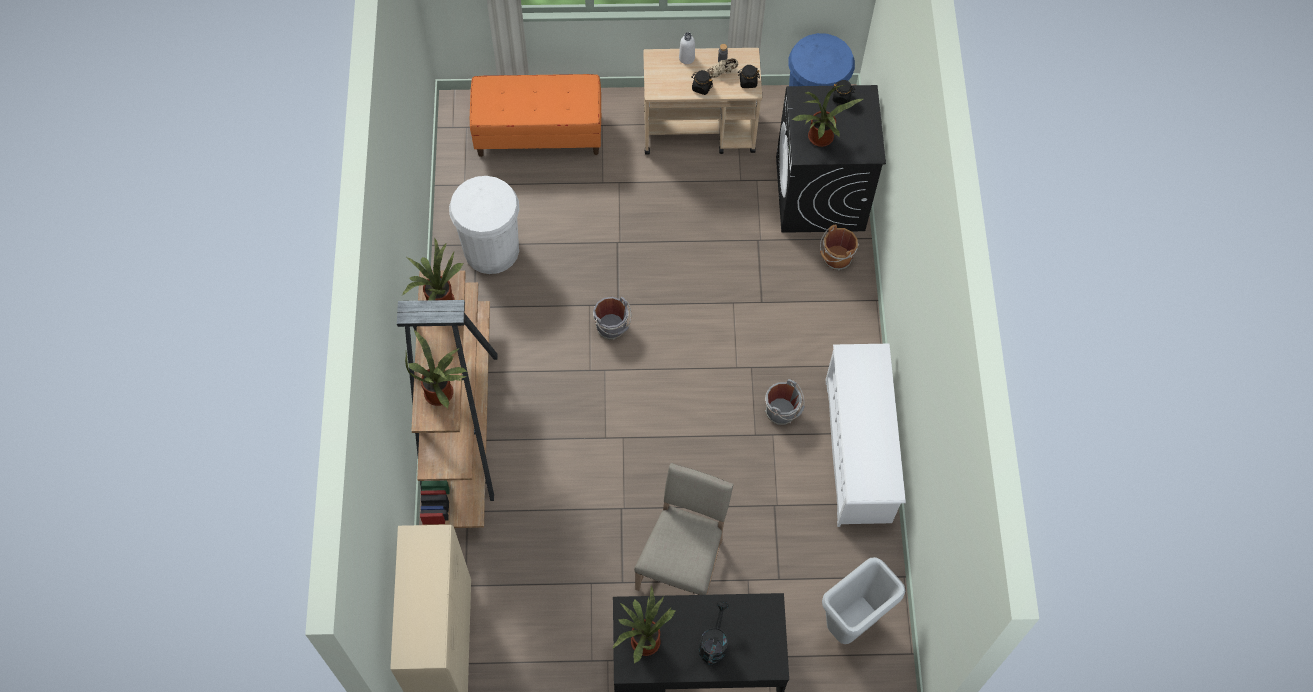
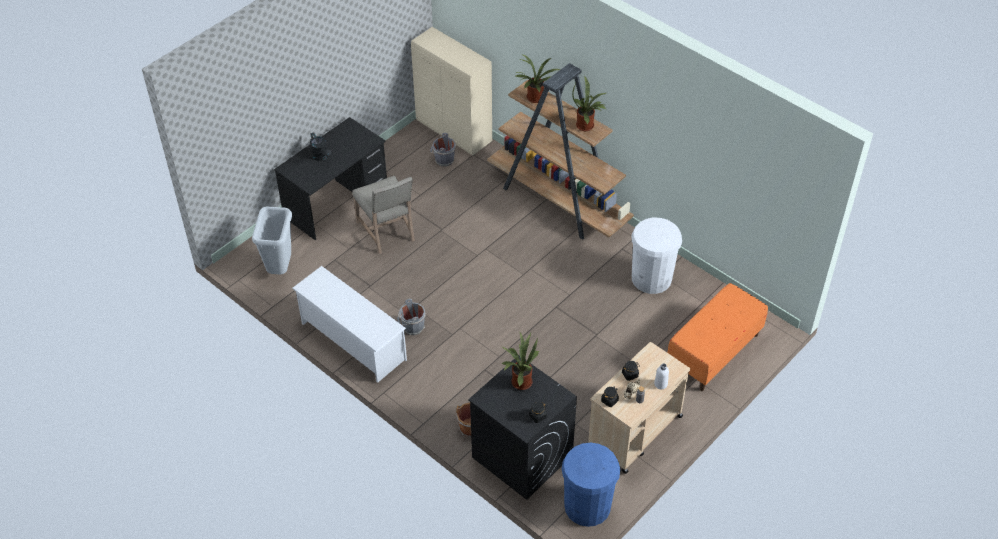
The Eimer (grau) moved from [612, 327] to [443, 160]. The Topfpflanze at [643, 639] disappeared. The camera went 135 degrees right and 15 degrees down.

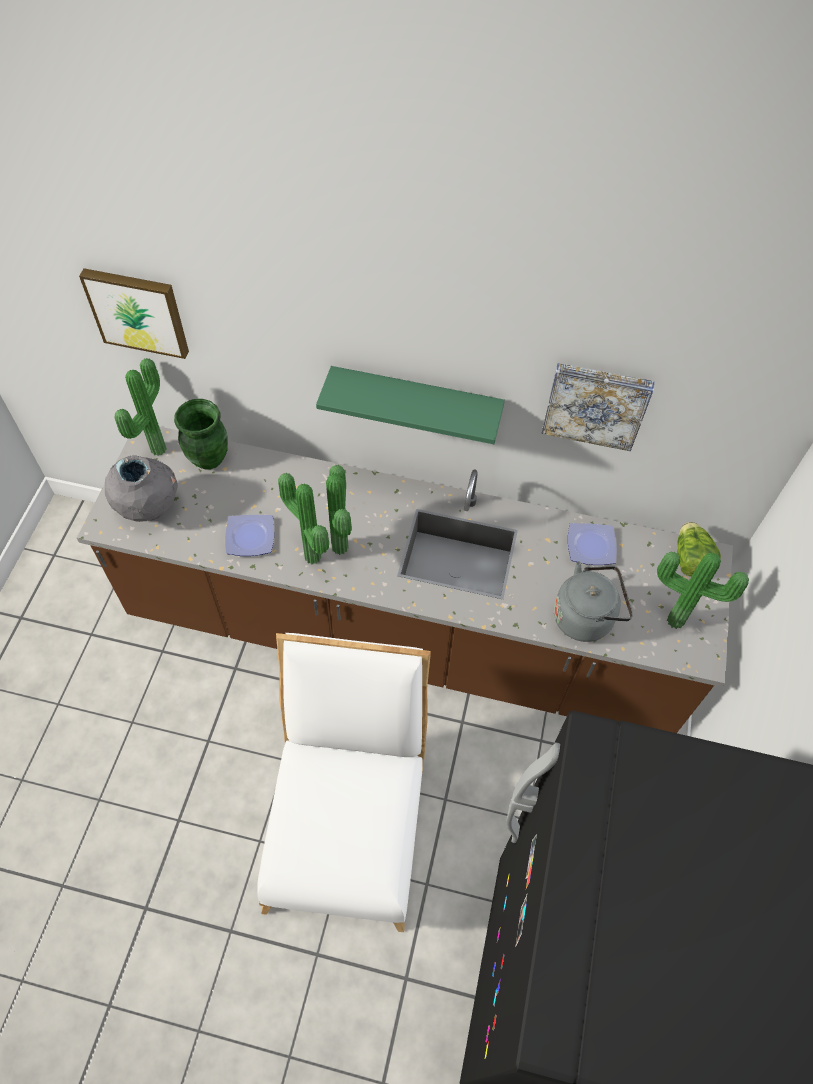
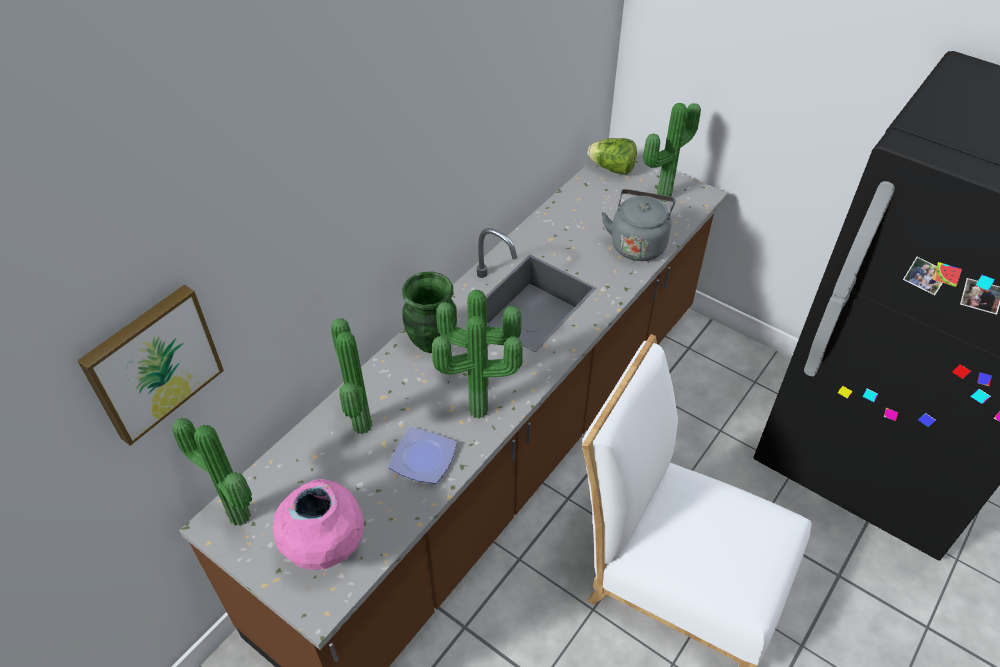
The Bild at [596, 404] disappeared. The Wandregal (grün) at [416, 402] disappeared. The Vase (grün) moved from [209, 458] to [431, 341]. The Vase (grau) at [150, 509] became the Vase (rosa) at [326, 548]. The Teller at [592, 545] disappeared. The Topfpflanze at [358, 427] appeared. The camera went 65 degrees left and 10 degrees down.

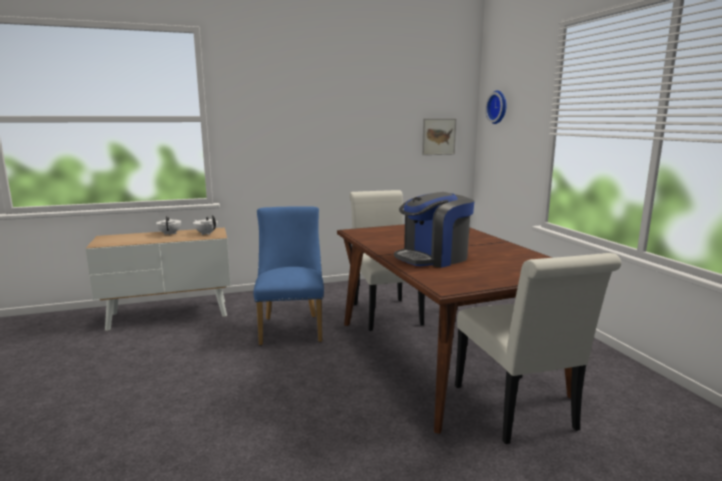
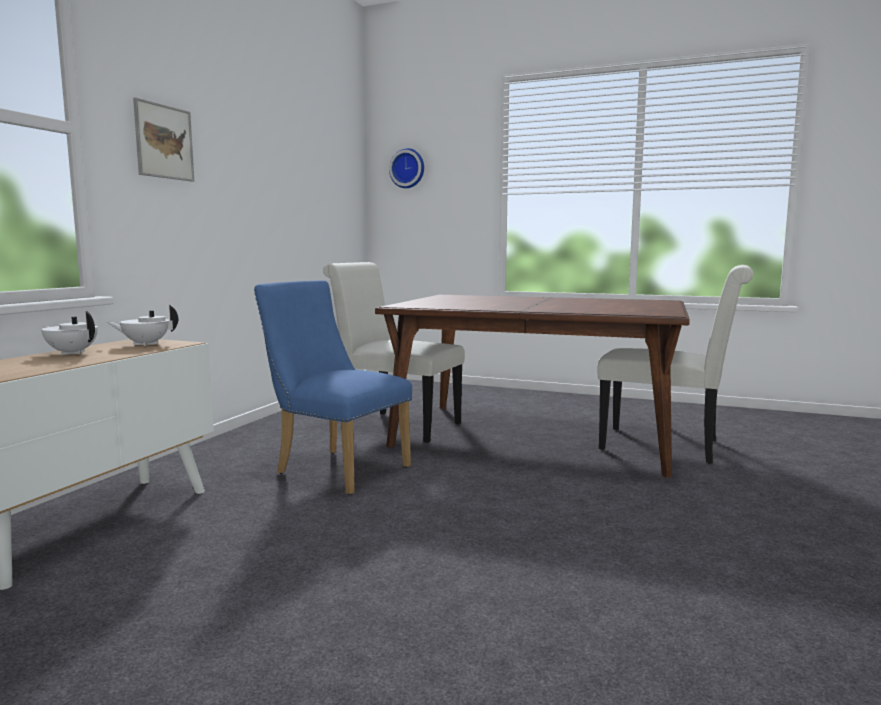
The Bild moved from [438, 136] to [164, 142]. The Kaffeemaschine at [433, 258] disappeared. The camera went 50 degrees left and 5 degrees down.

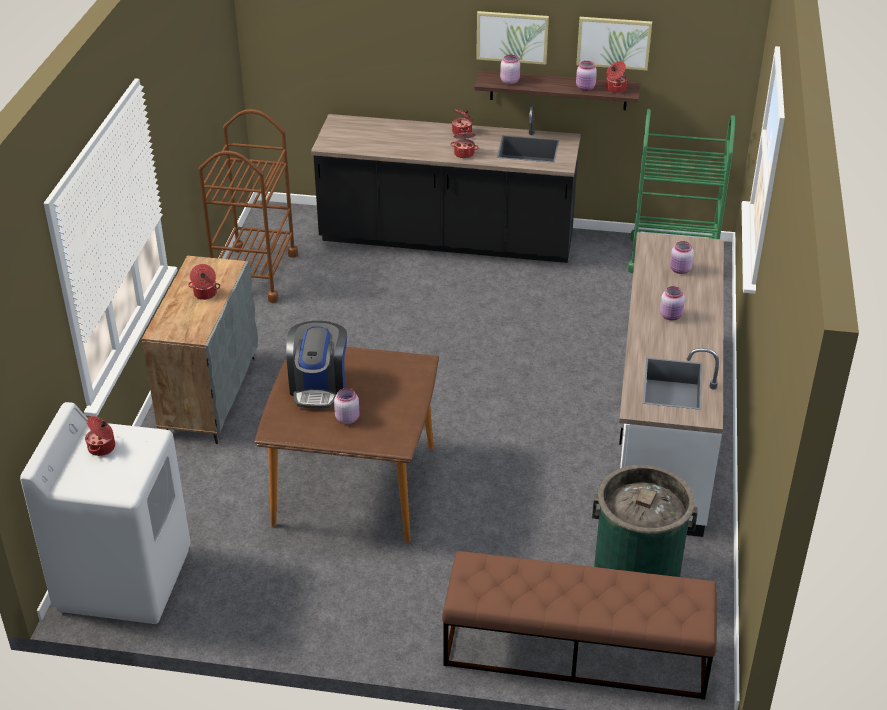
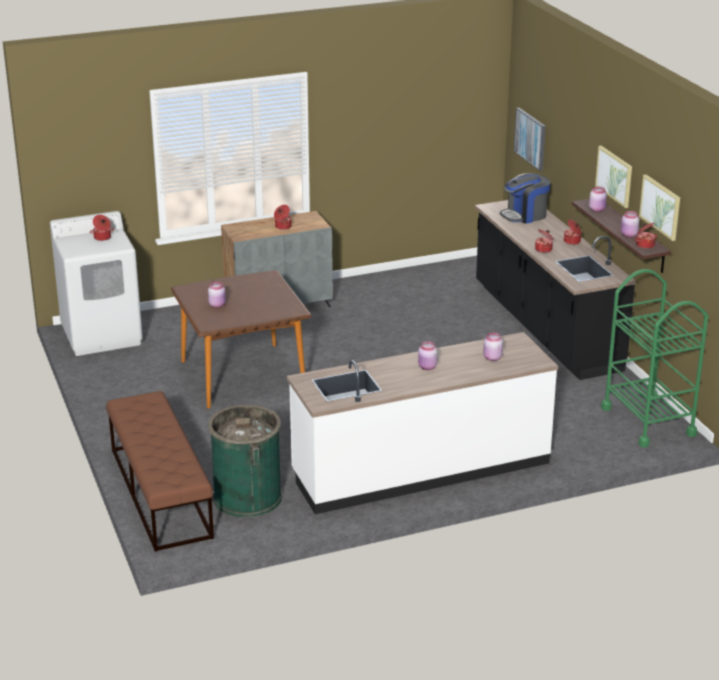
The Rollwagen (braun) at [255, 274] disappeared. The Kaffeemaschine moved from [319, 386] to [525, 215]. The Bild at [531, 138] appeared. The camera went 60 degrees right and 10 degrees down.

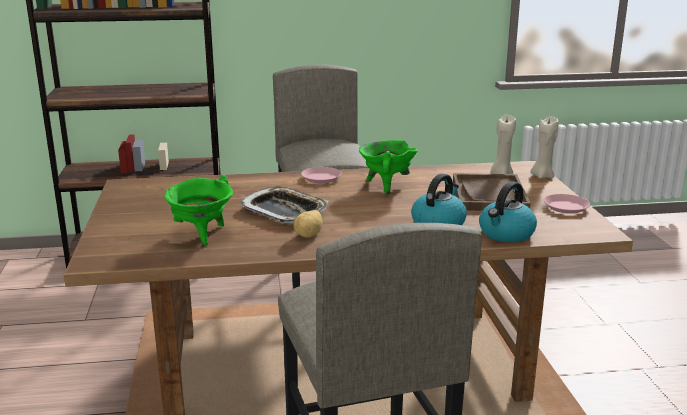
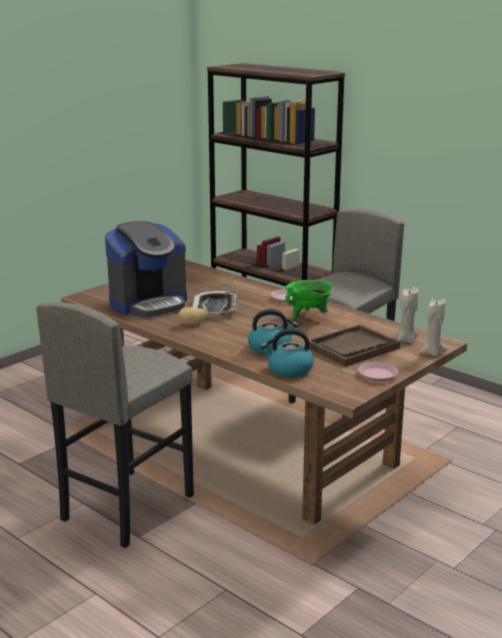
The Kochtopf (grün) at [201, 235] was replaced by the Kaffeemaschine at [149, 303]. The camera went 50 degrees right and 0 degrees up.

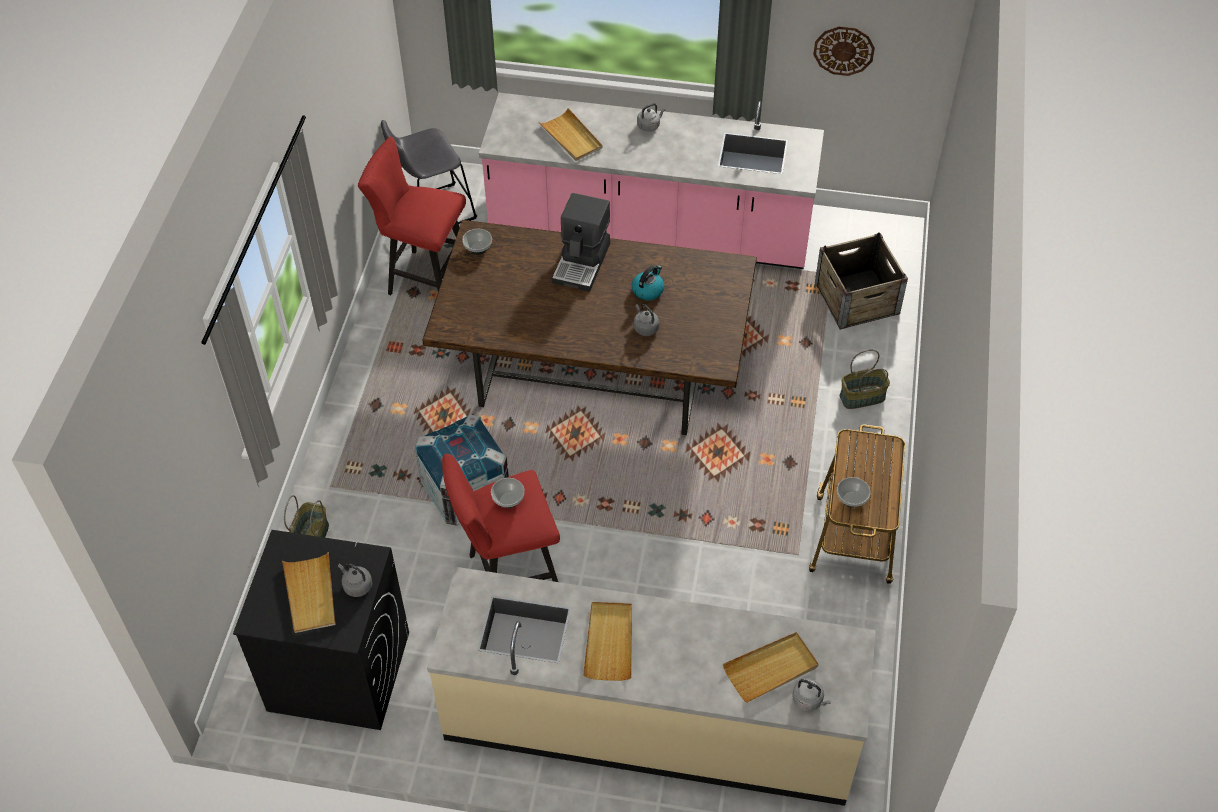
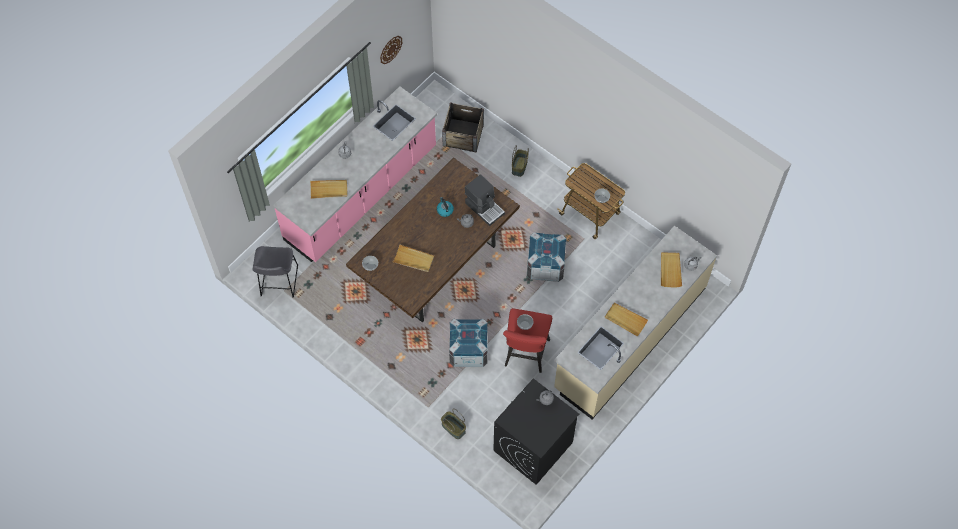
The Hocker (rot) at [424, 278] disappeared. The Kaffeemaschine moved from [582, 263] to [485, 207]. The Tablett (beige) moved from [311, 595] to [413, 259]. The Kiste at [545, 266] appeared. The camera went 60 degrees left and 10 degrees up.

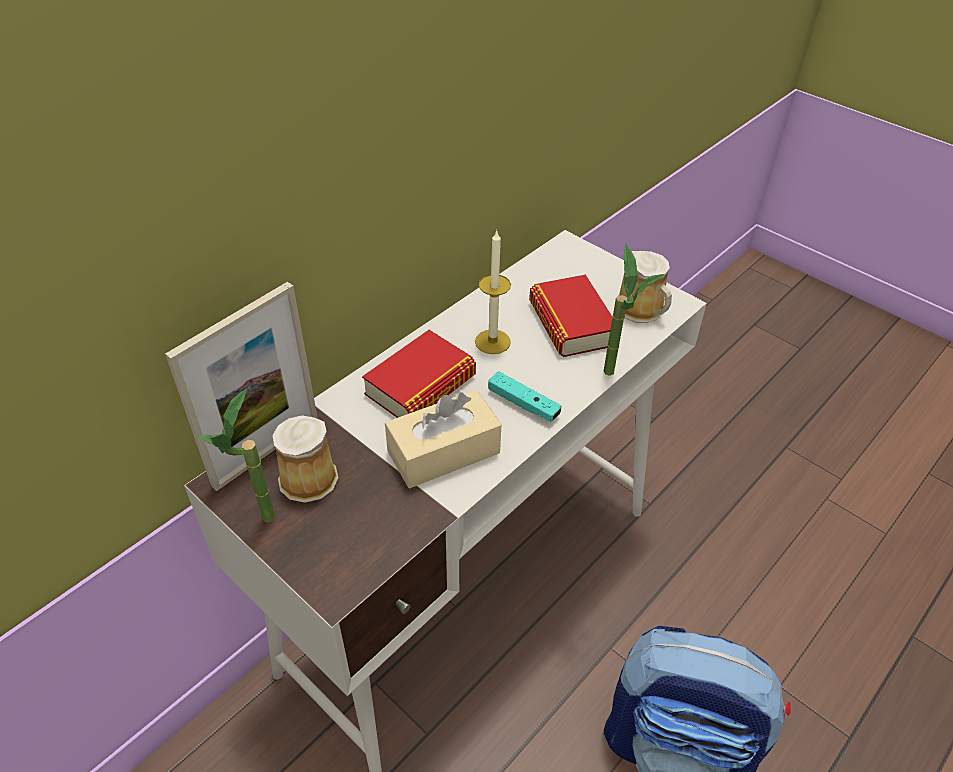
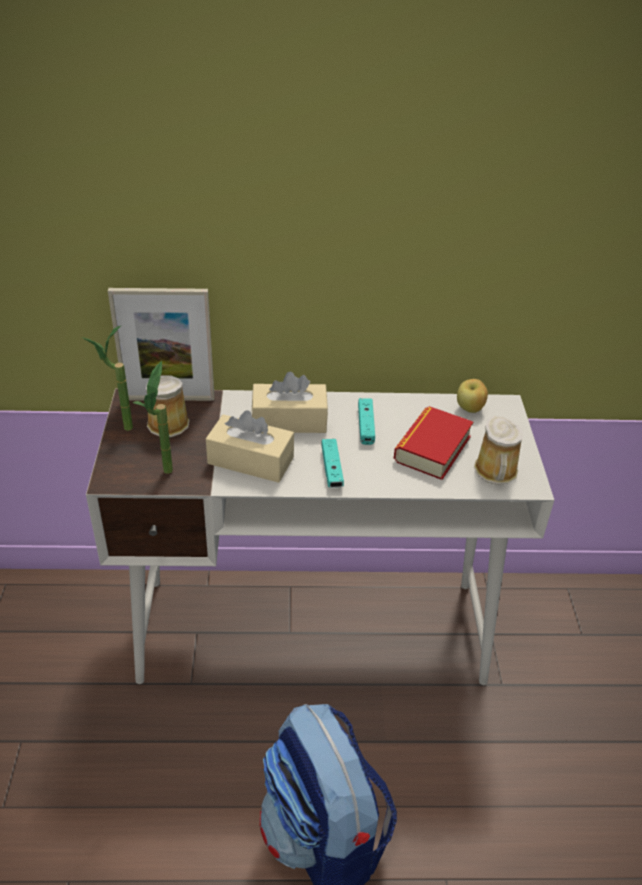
The Kerze at [492, 342] was replaced by the Gamepad (türkis) at [366, 426]. The Topfpflanze moved from [616, 378] to [164, 477]. The Buch at [420, 385] was replaced by the Taschentuchbox (beige) at [289, 420]. The Apfel at [470, 409] appeared. The camera went 45 degrees right and 5 degrees down.

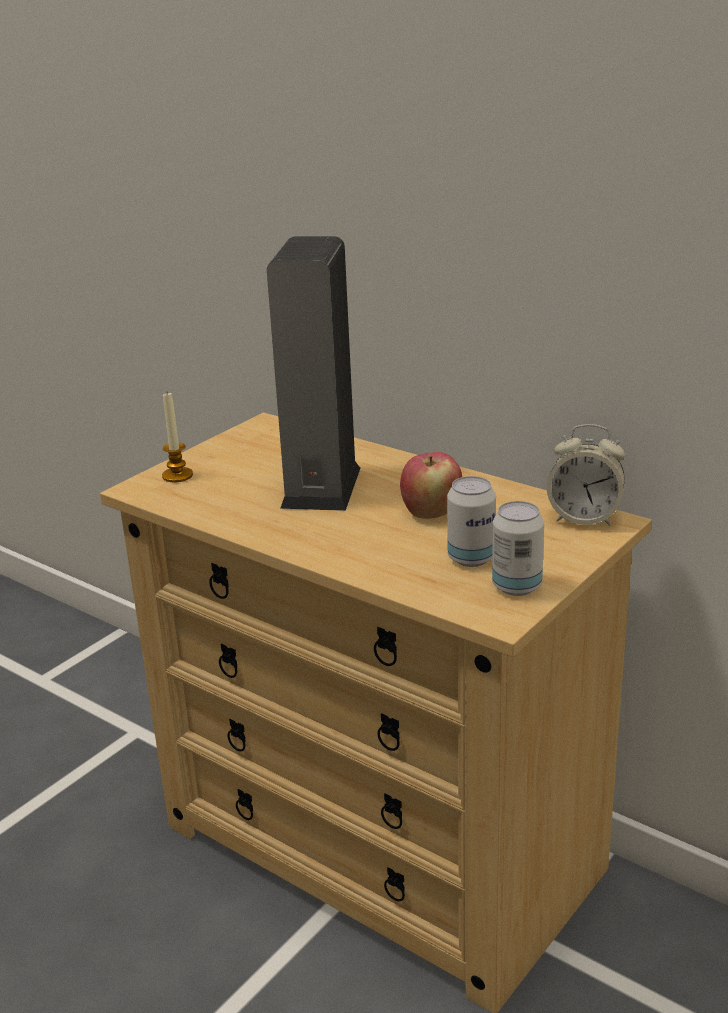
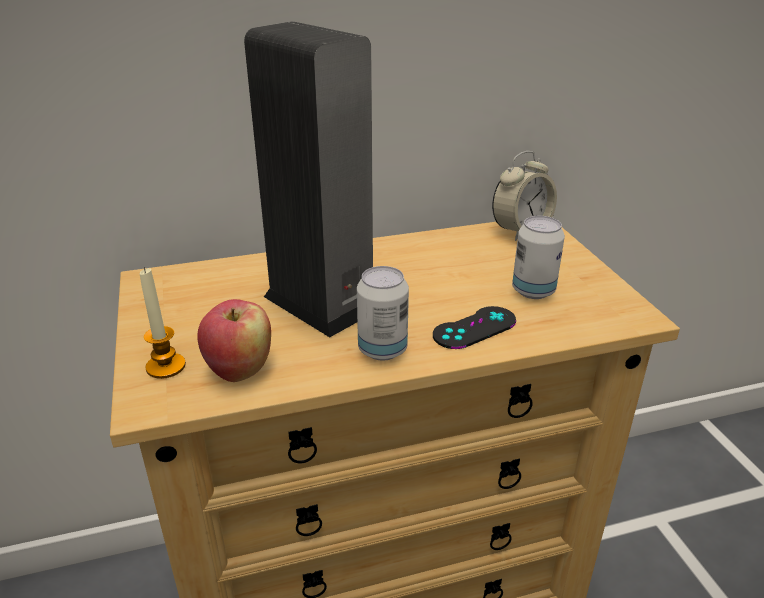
The Apfel moved from [431, 513] to [239, 369]. The Dose moved from [517, 586] to [382, 350]. The Gamepad (schwarz) at [474, 328] appeared. The camera went 55 degrees left and 5 degrees up.

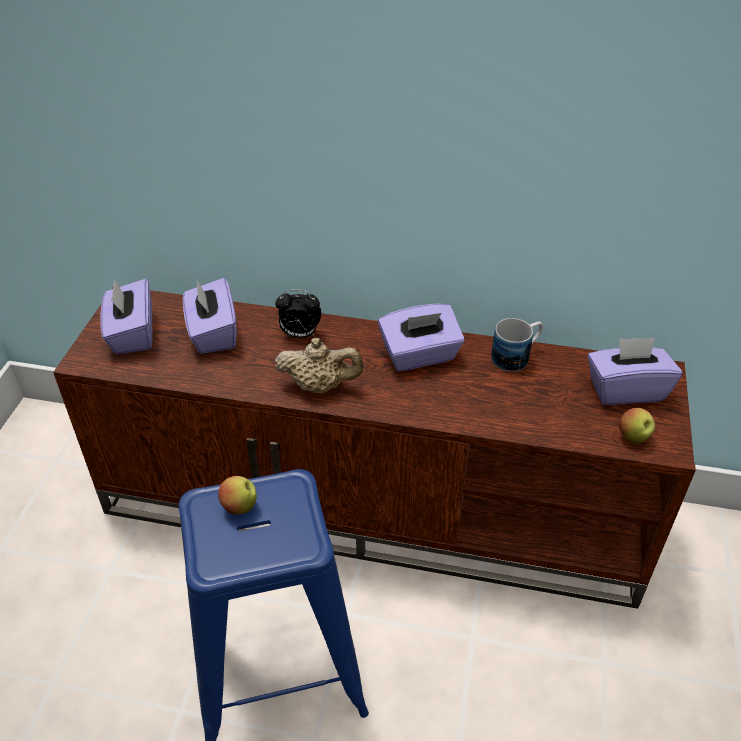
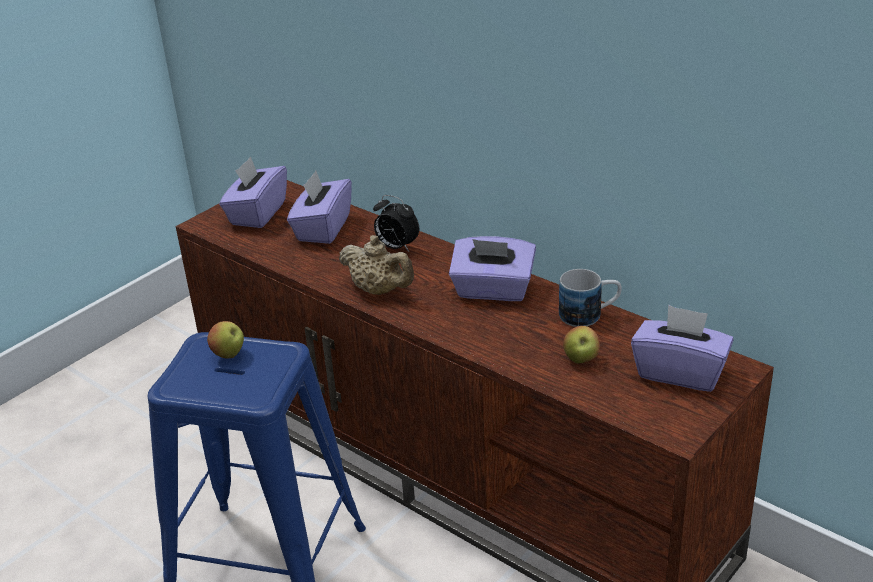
The Apfel moved from [633, 437] to [581, 359]. The camera went 30 degrees right and 10 degrees down.

